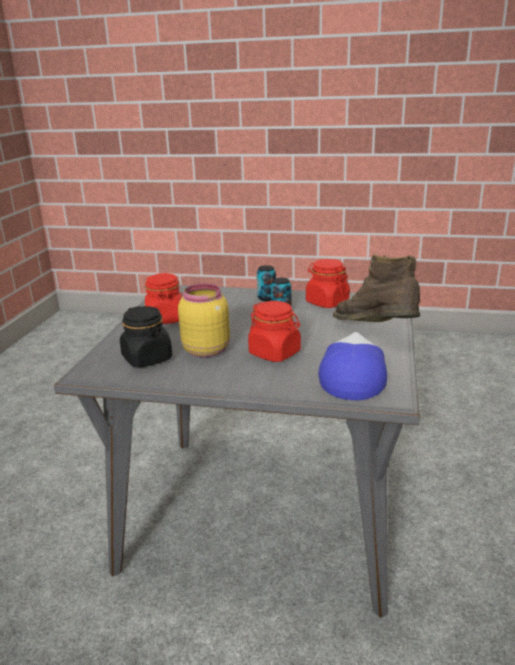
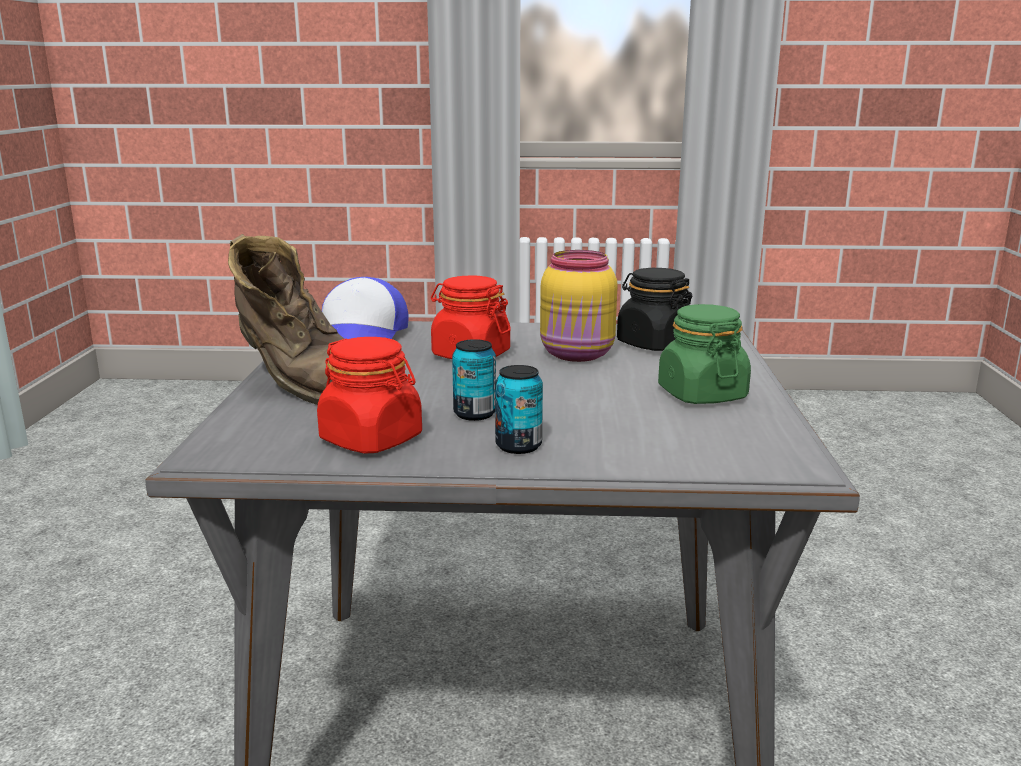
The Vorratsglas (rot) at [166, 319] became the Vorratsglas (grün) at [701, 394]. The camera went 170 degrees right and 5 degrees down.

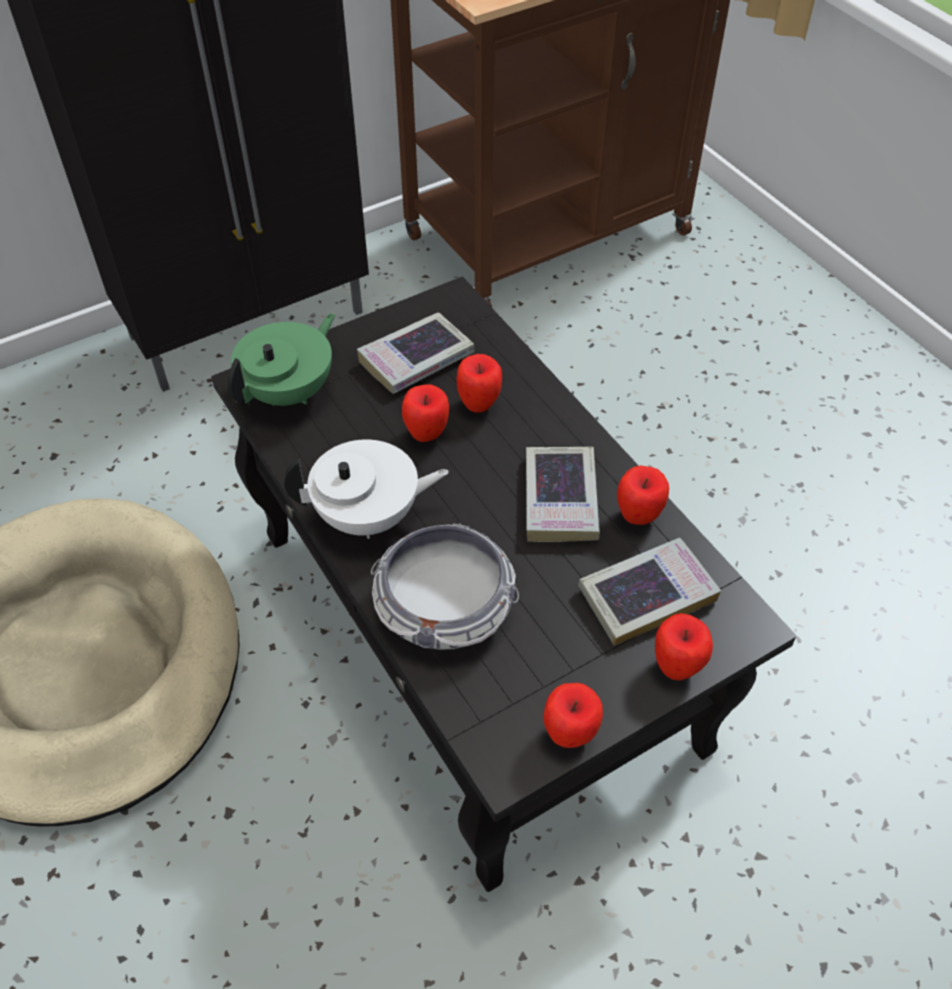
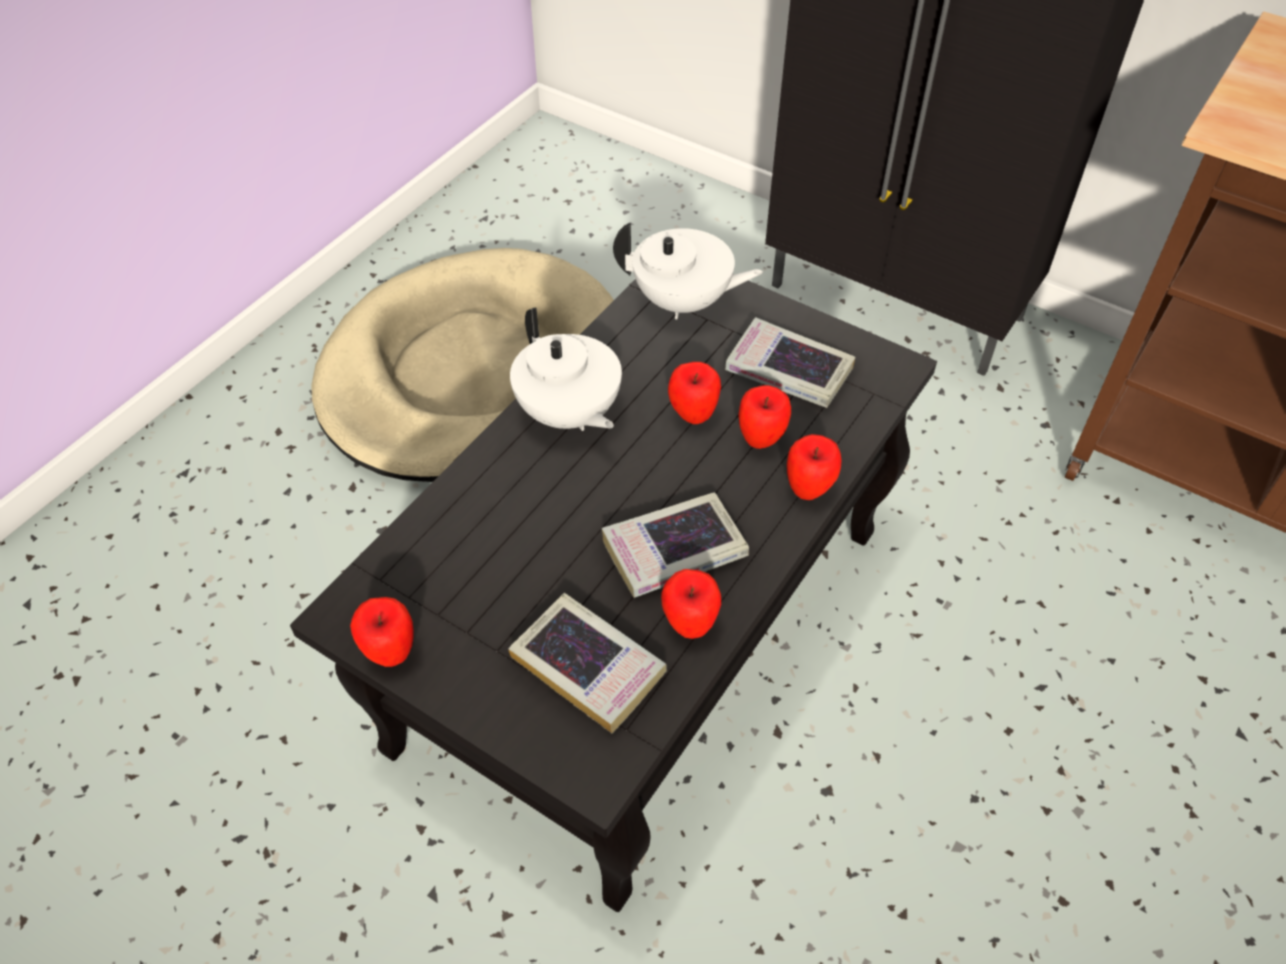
The Teekanne (grün) at [290, 392] became the Teekanne (weiß) at [683, 302]. The Schüssel at [445, 606] disappeared. The Apfel moved from [676, 667] to [808, 491]. The camera went 65 degrees right and 0 degrees up.

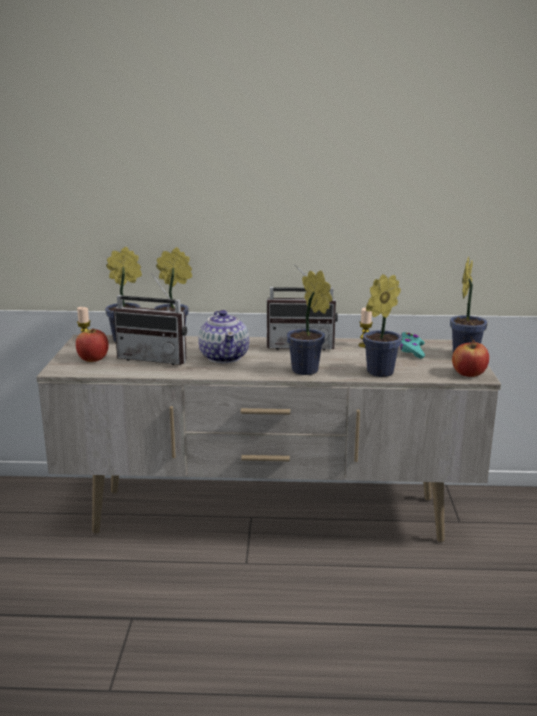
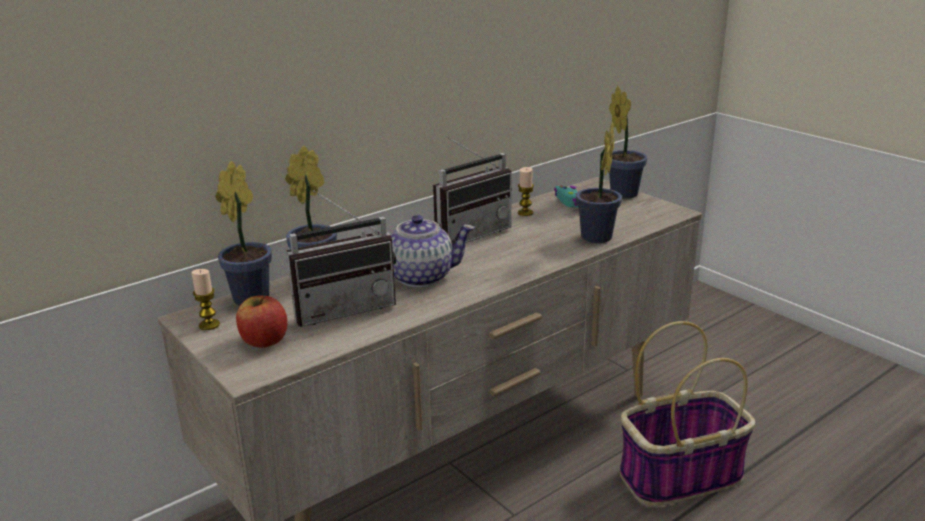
The Topfpflanze at [307, 371] disappeared. The Teekanne at [224, 357] turned 45 degrees counterclockwise. The Apfel at [469, 373] disappeared. The Korb at [681, 475] appeared. The camera went 40 degrees left and 5 degrees up.

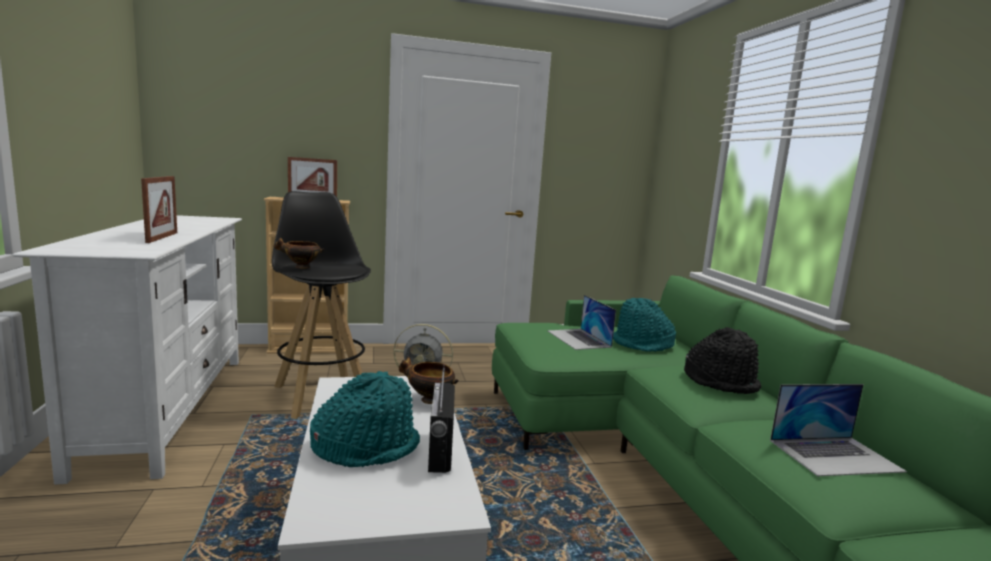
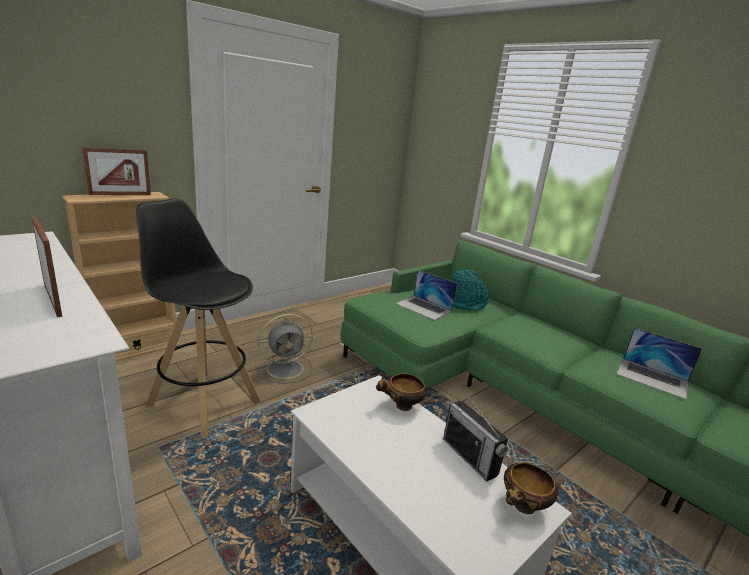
The Schüssel moved from [300, 267] to [523, 507]. The Hut (schwarz) at [721, 382] disappeared. The Hut (türkis) at [366, 447] disappeared. The Laptop at [835, 455] turned 75 degrees clockwise. The camera went 30 degrees left and 10 degrees up.

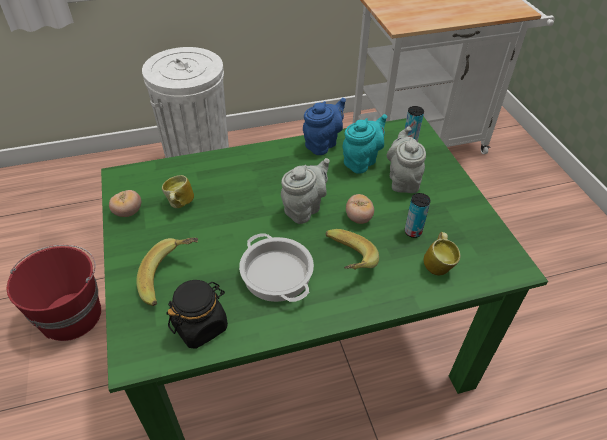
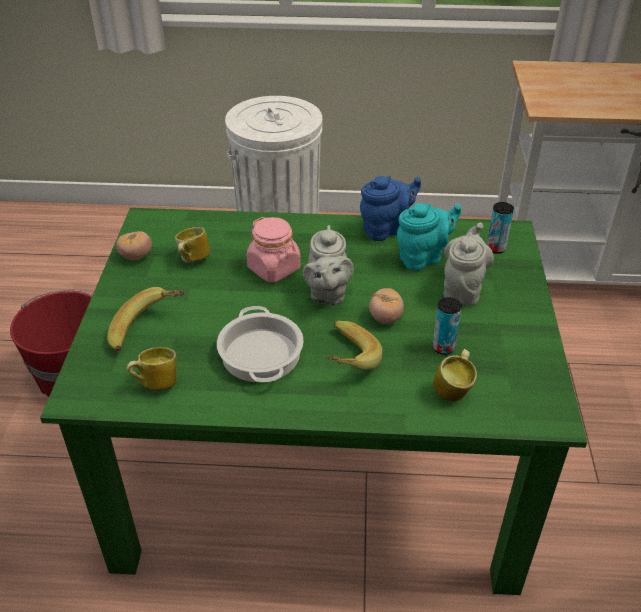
The Teekanne (grau) at [304, 208] turned 120 degrees clockwise. The Vorratsglas (schwarz) at [200, 326] was replaced by the Henkelbecher at [156, 383]. The Vorratsglas (rosa) at [274, 268] appeared. The camera went 20 degrees right and 5 degrees down.

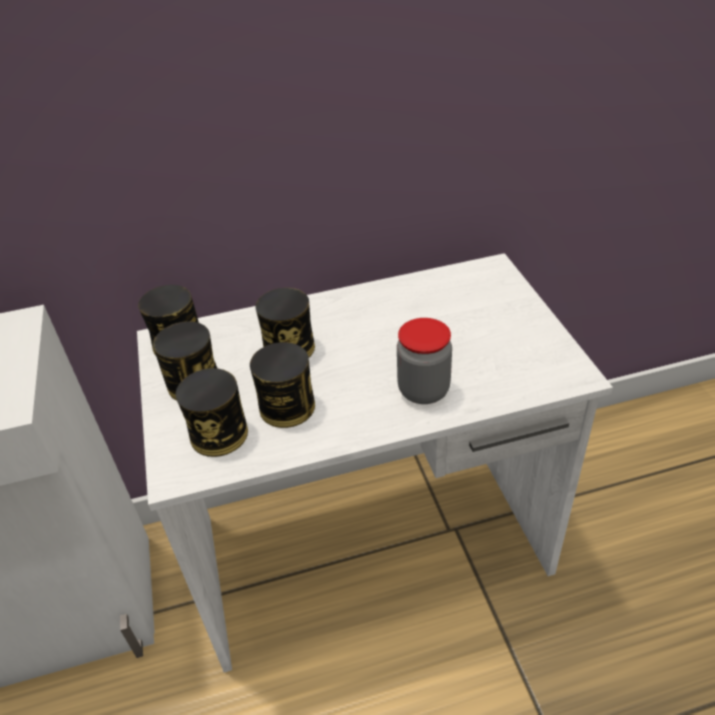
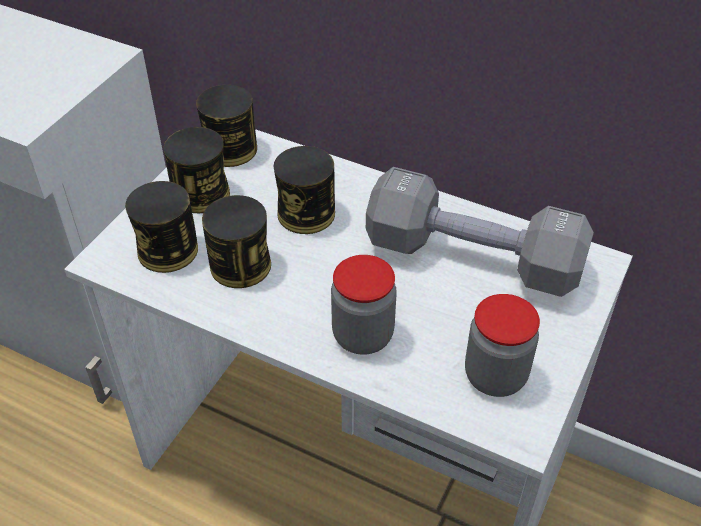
The Hantel (grau) at [473, 258] appeared. The Vorratsglas at [495, 376] appeared. The camera went 40 degrees right and 5 degrees up.

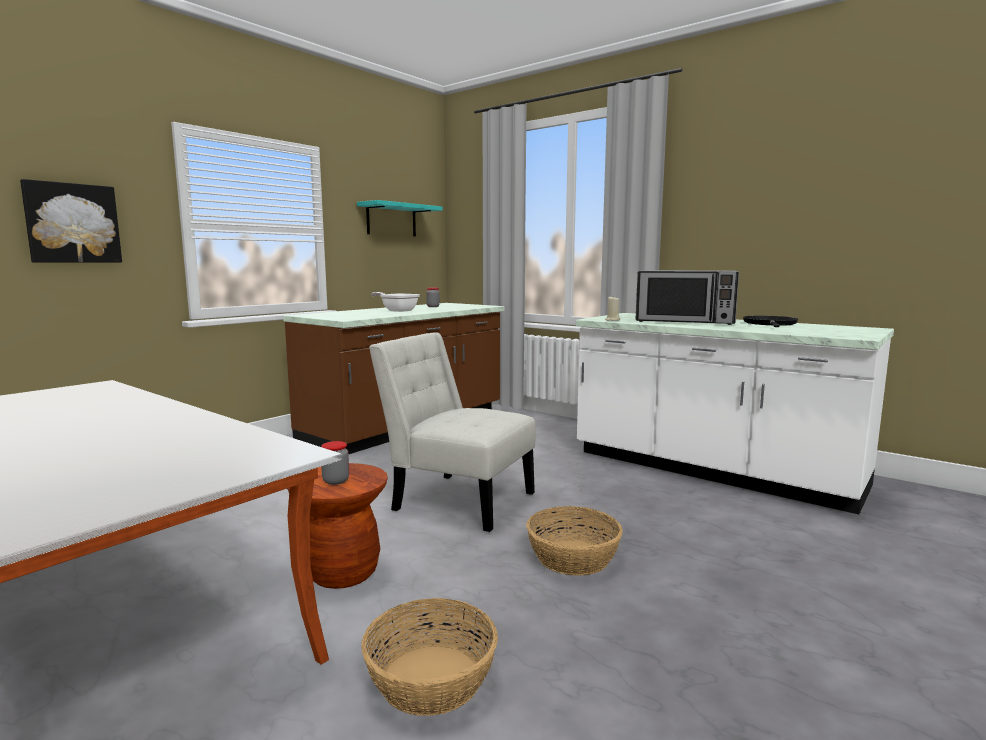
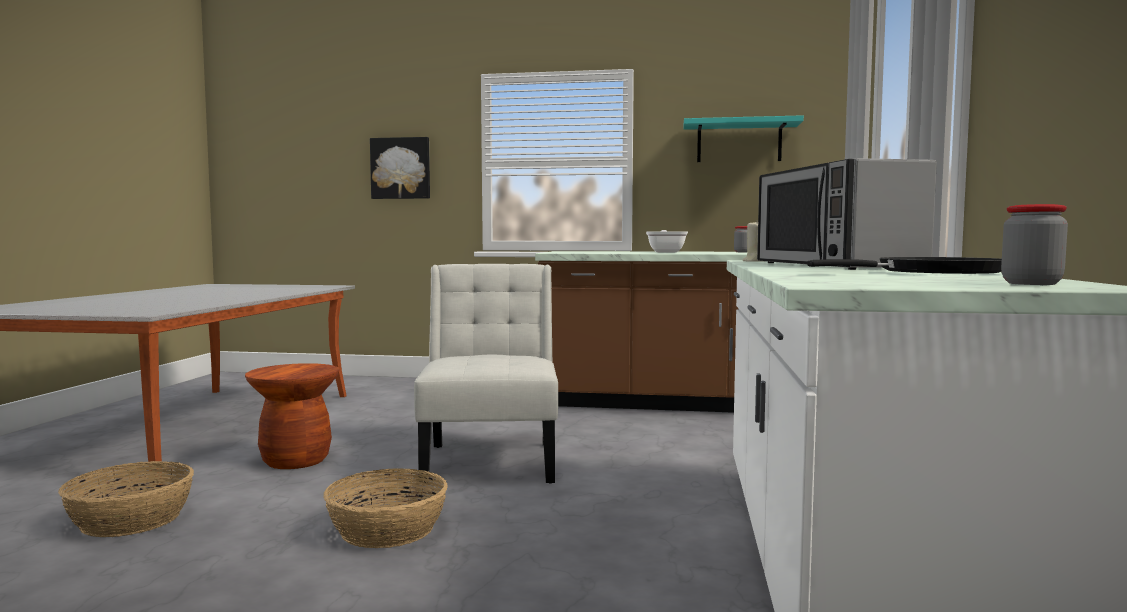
The Vorratsglas moved from [336, 481] to [1031, 283]. The camera went 60 degrees right and 5 degrees down.

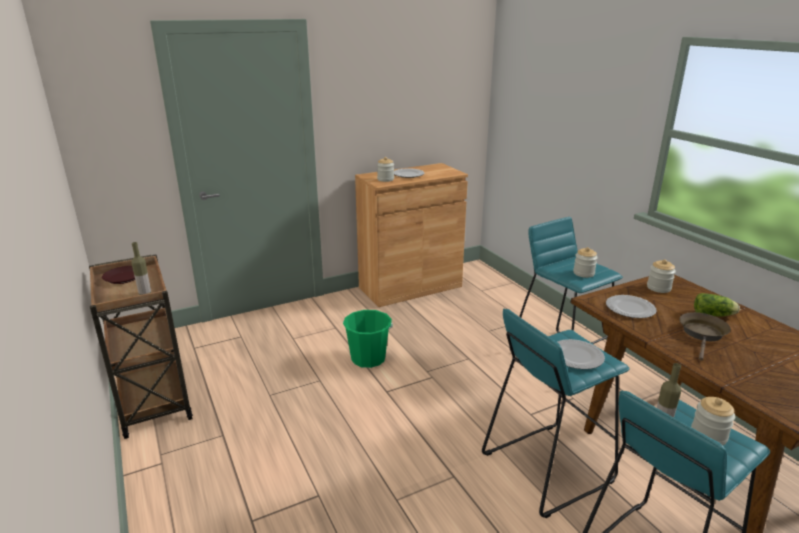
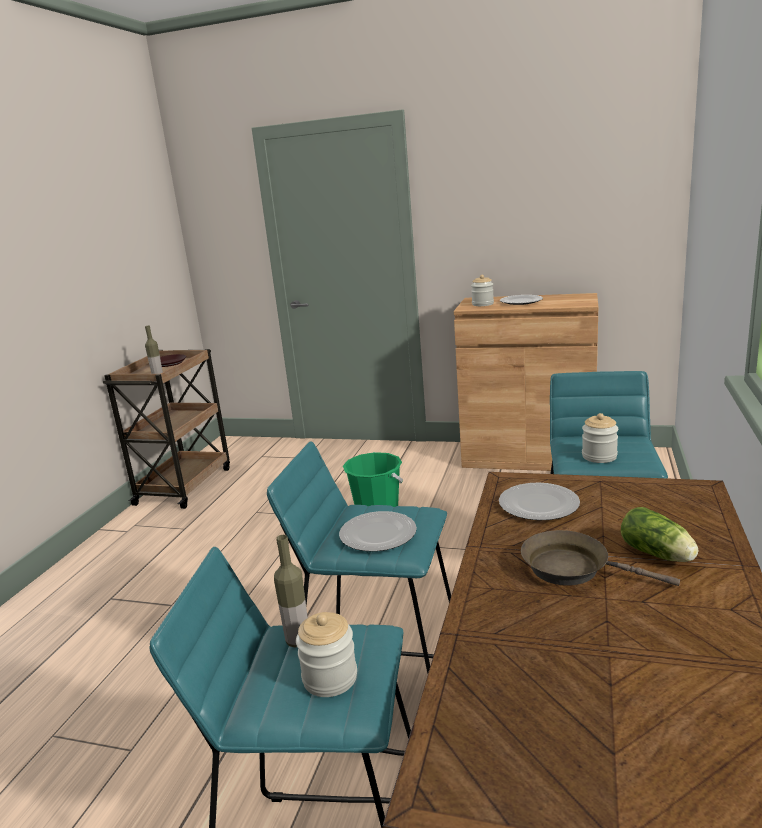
The Vorratsglas at [658, 288] disappeared. The Pfanne (braun) at [702, 334] turned 135 degrees counterclockwise. The camera went 45 degrees right and 5 degrees down.

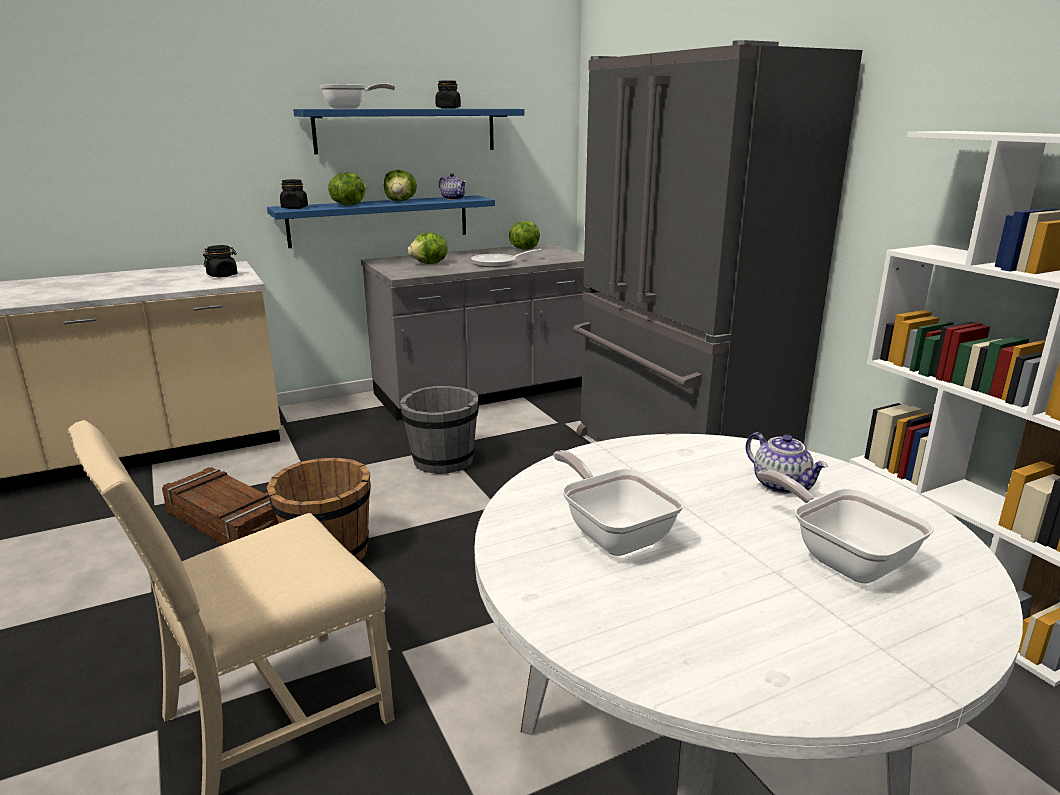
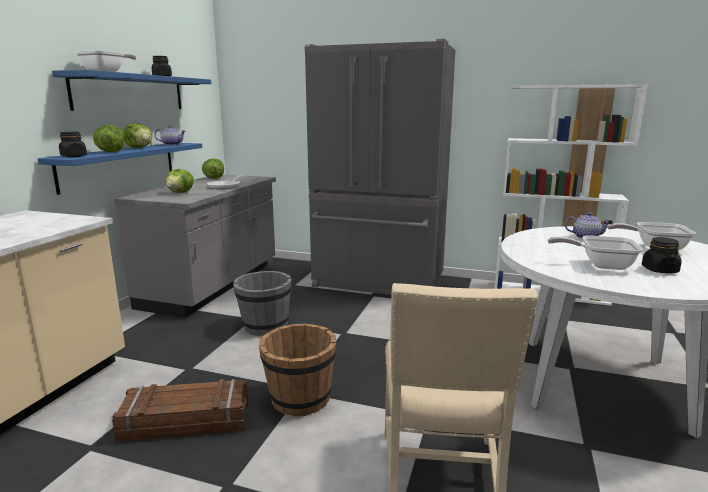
The Vorratsglas (schwarz) moved from [222, 275] to [659, 270]. The camera went 45 degrees left and 5 degrees down.

